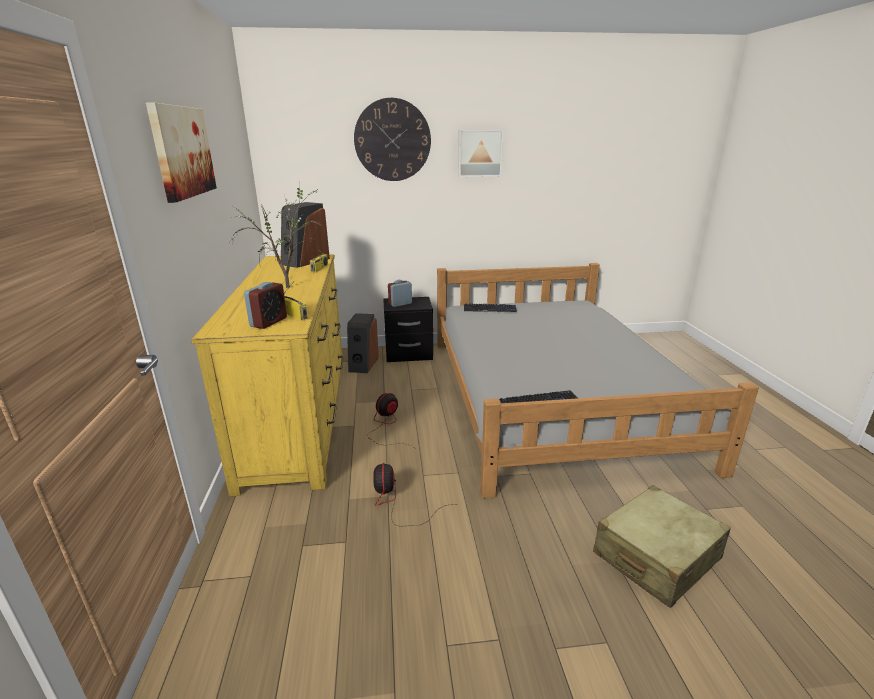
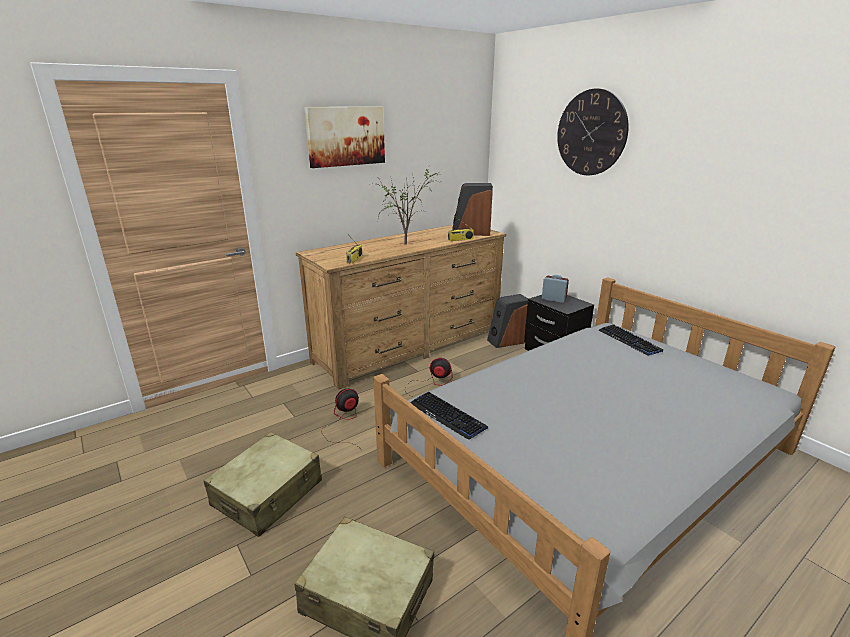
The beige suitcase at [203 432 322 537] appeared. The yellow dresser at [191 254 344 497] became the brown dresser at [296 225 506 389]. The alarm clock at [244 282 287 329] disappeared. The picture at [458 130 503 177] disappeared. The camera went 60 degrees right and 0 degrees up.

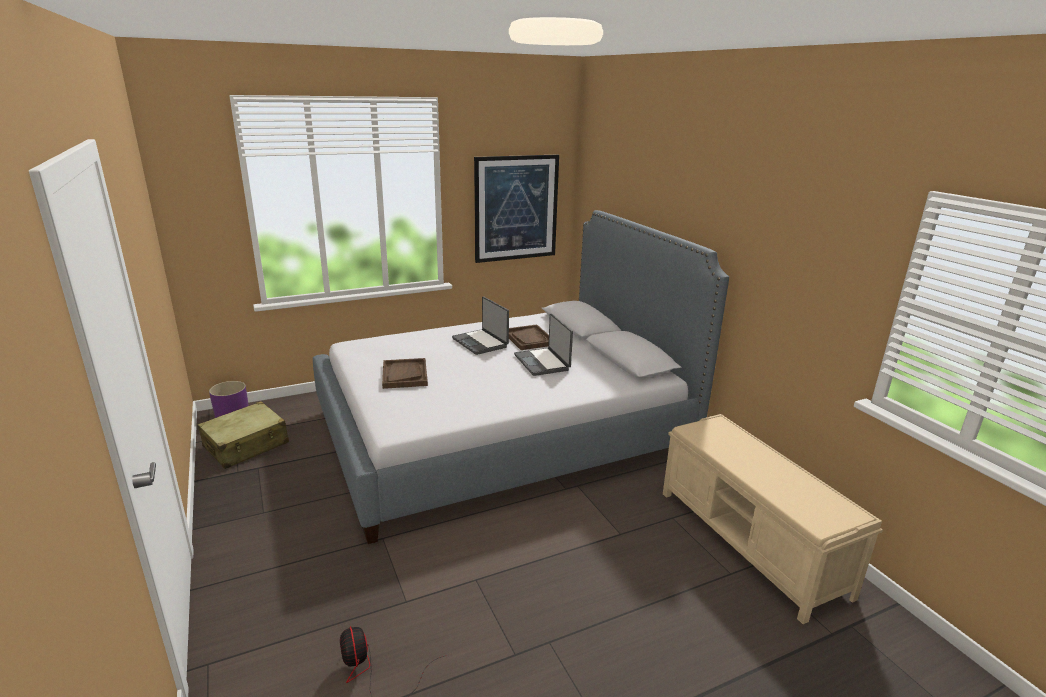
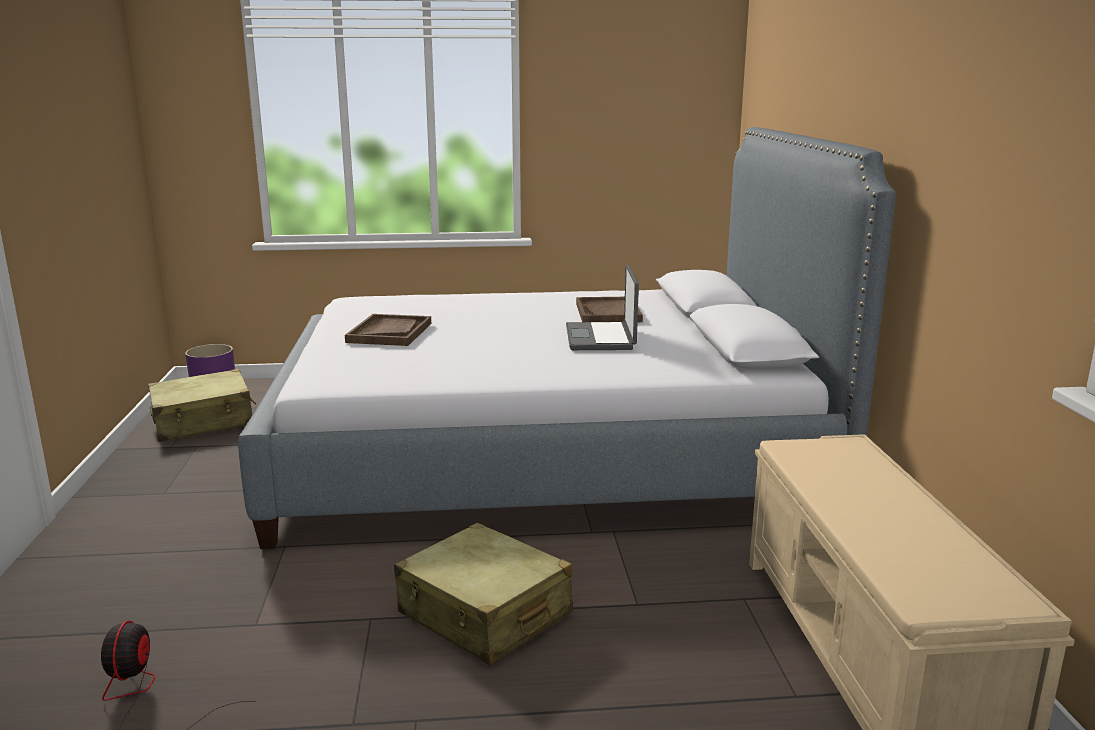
The beige suitcase at [394 523 573 665] appeared. The laptop at [452 296 509 355] disappeared. The picture at [474 154 559 263] disappeared. The camera went 20 degrees right and 5 degrees down.

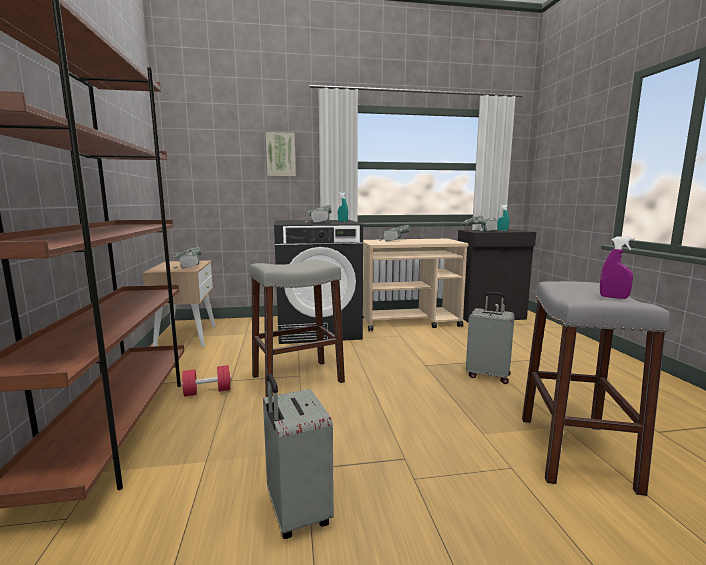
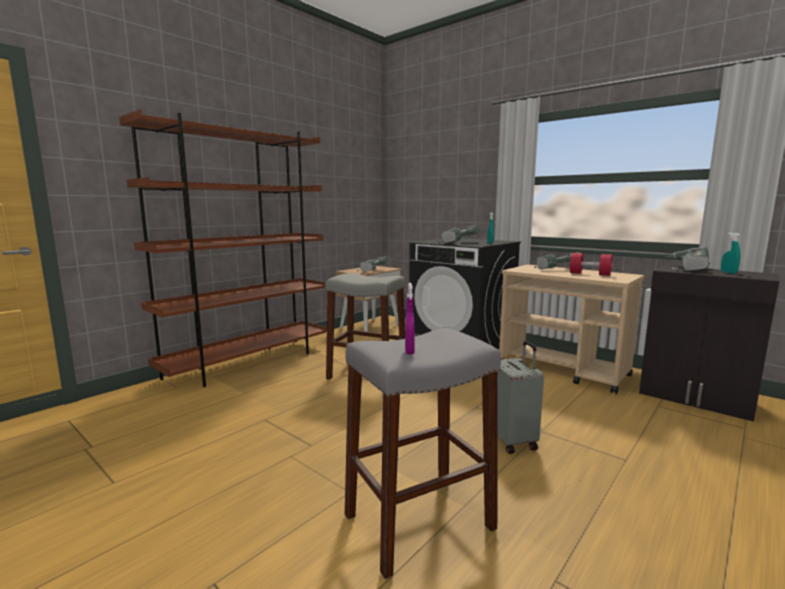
The red dumbbell moved from [181 365 232 397] to [570 253 613 276]. The grey suitcase at [263 374 334 539] disappeared. The picture at [266 132 296 176] disappeared. The camera went 50 degrees right and 0 degrees up.

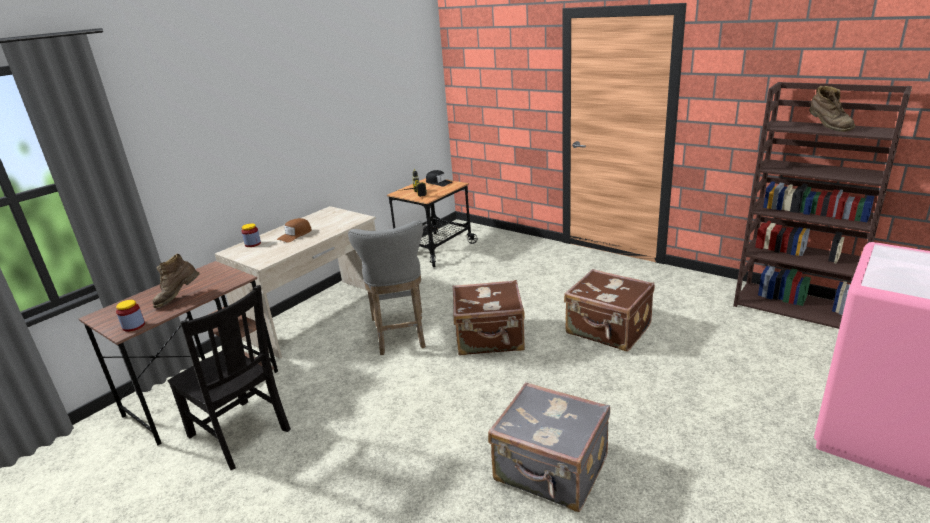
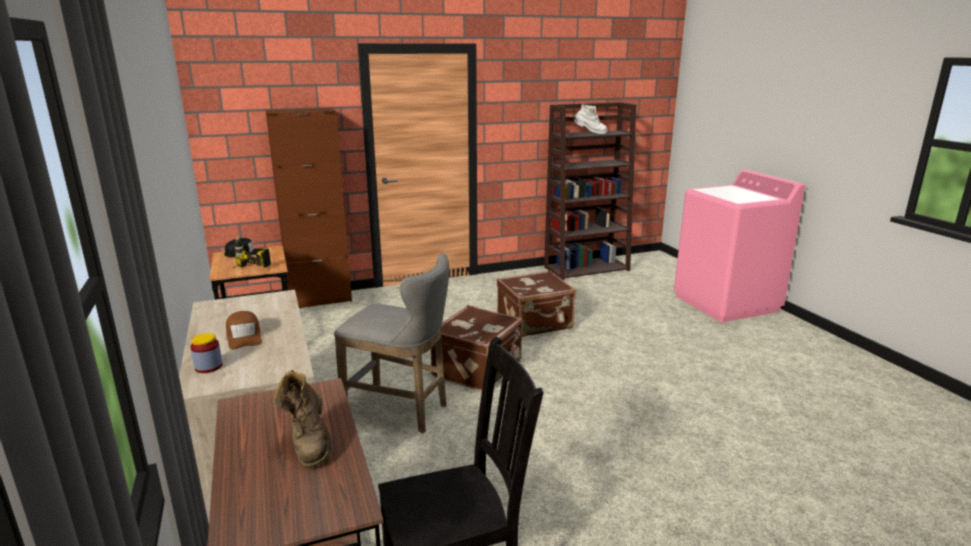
The brown cabinet at [265 108 352 308] appeared. The brown boot at [809 86 855 132] became the white boot at [574 105 607 134]. The jar at [116 300 145 332] disappeared. The grey suitcase at [488 382 610 512] disappeared. The camera went 60 degrees left and 5 degrees down.

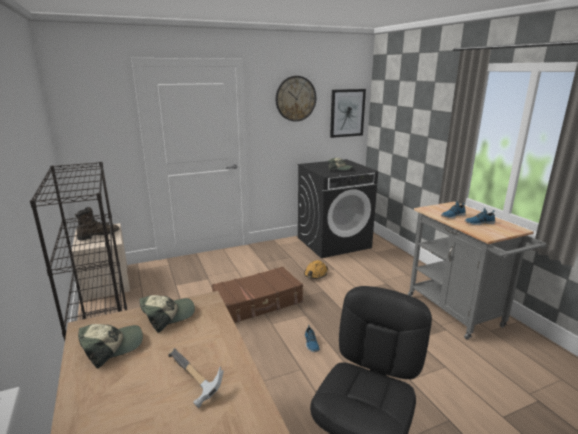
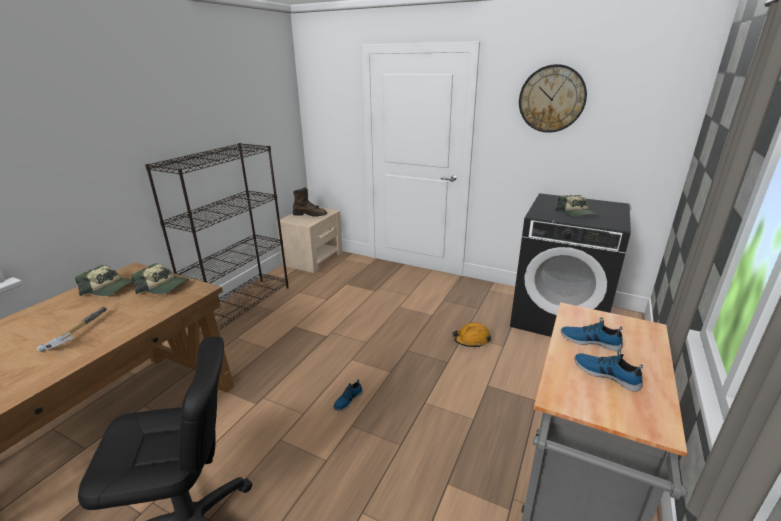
The brown suitcase at [212 266 303 323] disappeared. The picture at [330 89 366 138] disappeared. The camera went 50 degrees right and 5 degrees up.

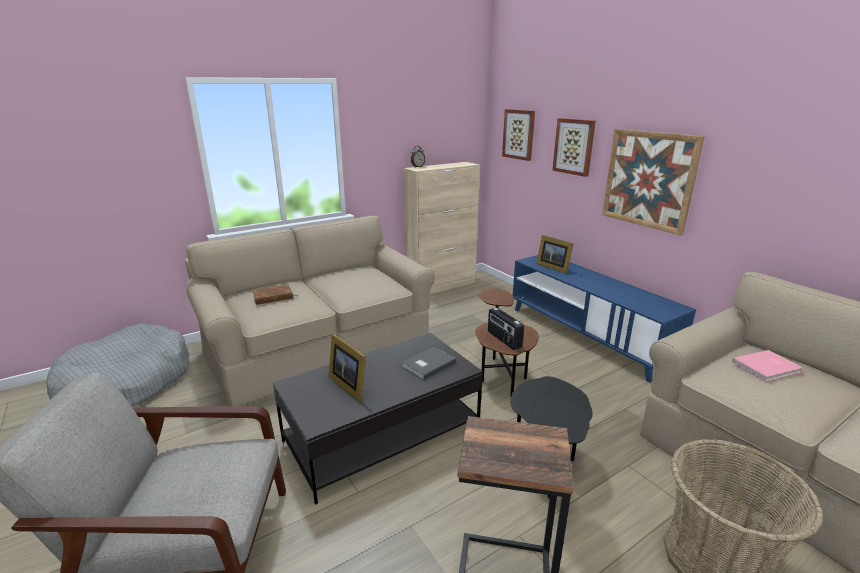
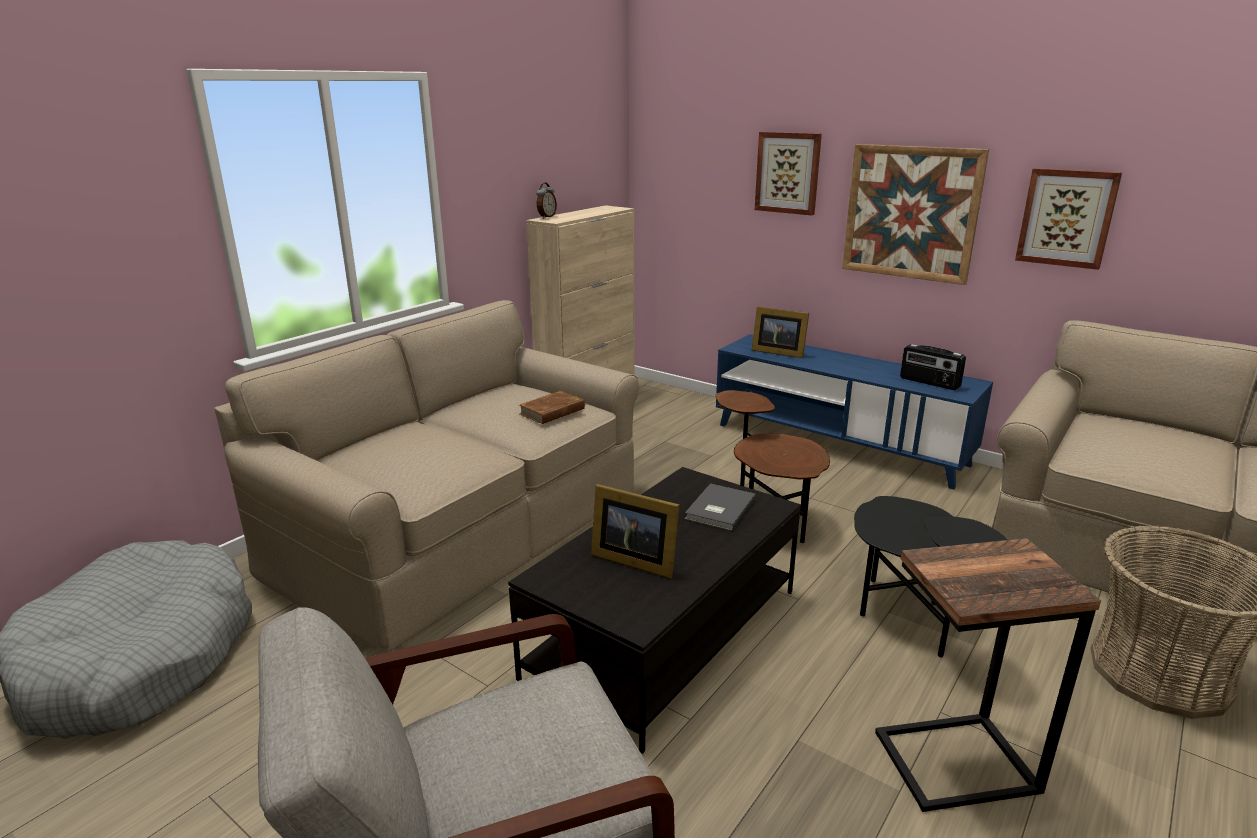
The brown book moved from [253 284 298 305] to [519 391 587 424]. The radio moved from [488 307 524 350] to [900 344 966 390]. The picture moved from [502 109 535 161] to [1015 168 1122 270]. The pink book at [732 350 803 382] disappeared. The camera went 20 degrees left and 0 degrees up.

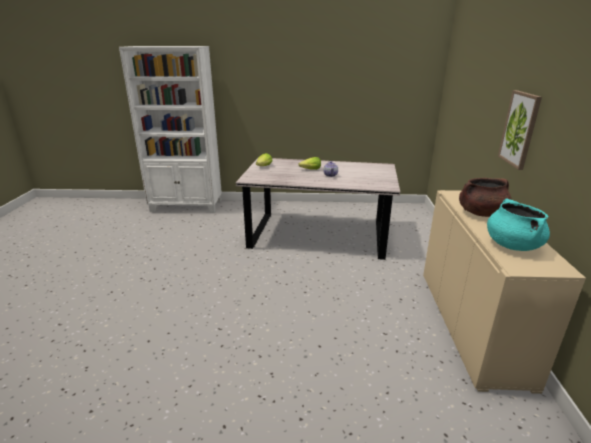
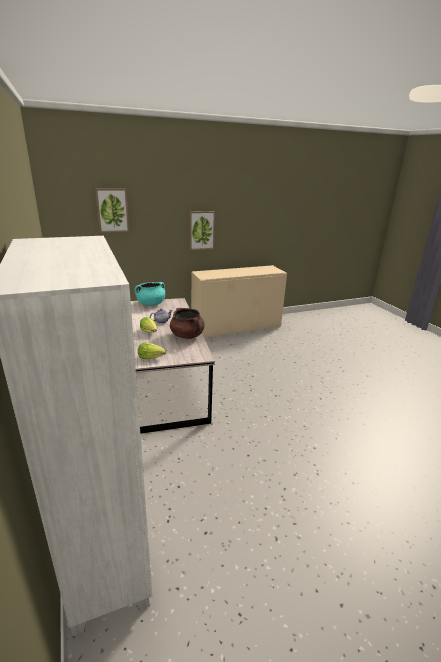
The picture at [95 188 129 233] appeared. The turquoise cooking pot moved from [487 198 550 251] to [135 282 165 306]. The brown cooking pot moved from [459 178 511 217] to [170 308 205 339]. The camera went 115 degrees left and 0 degrees up.

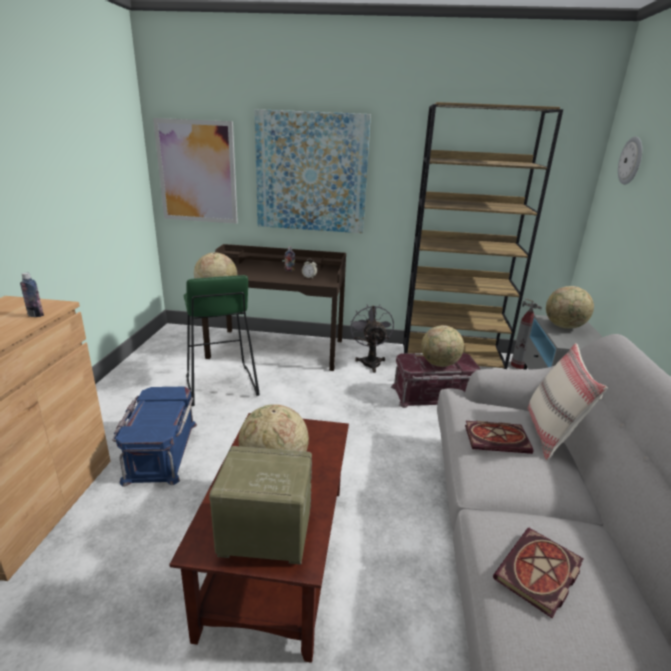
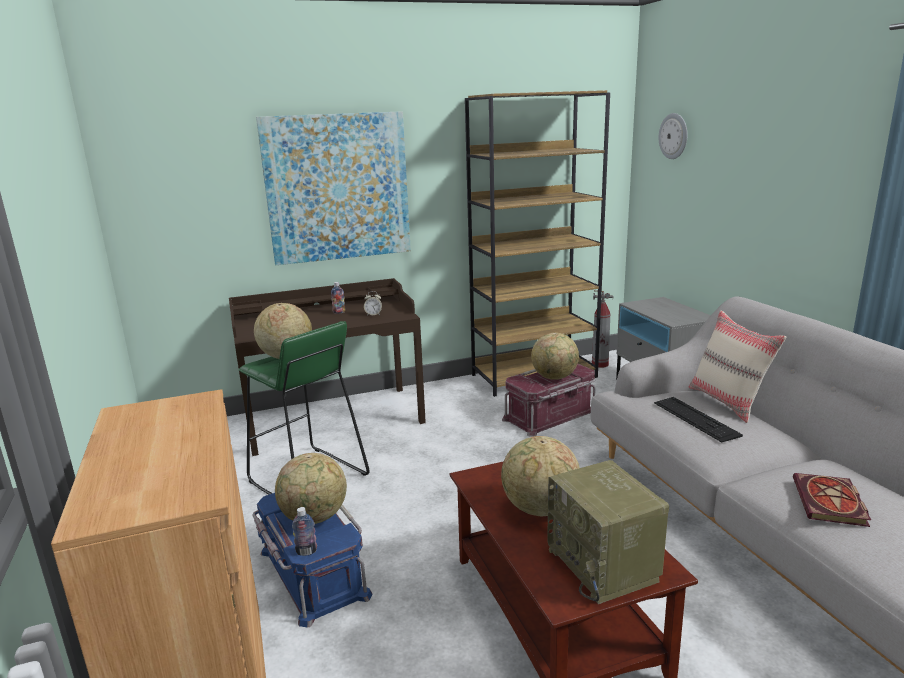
The globe moved from [546 286 594 329] to [275 453 347 524]. The bottle moved from [20 273 44 317] to [292 507 317 556]. The radio at [209 446 312 565] turned 90 degrees counterclockwise. The book at [465 421 533 454] was replaced by the keyboard at [654 397 743 442]. The picture at [153 118 238 224] disappeared. The grey fan at [350 304 394 373] disappeared. The camera went 25 degrees left and 5 degrees down.

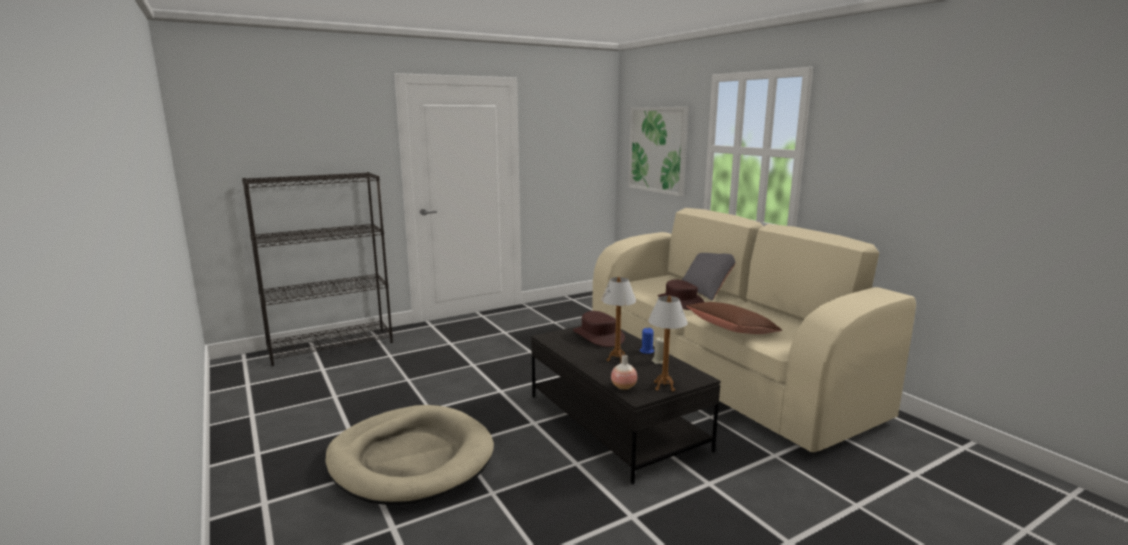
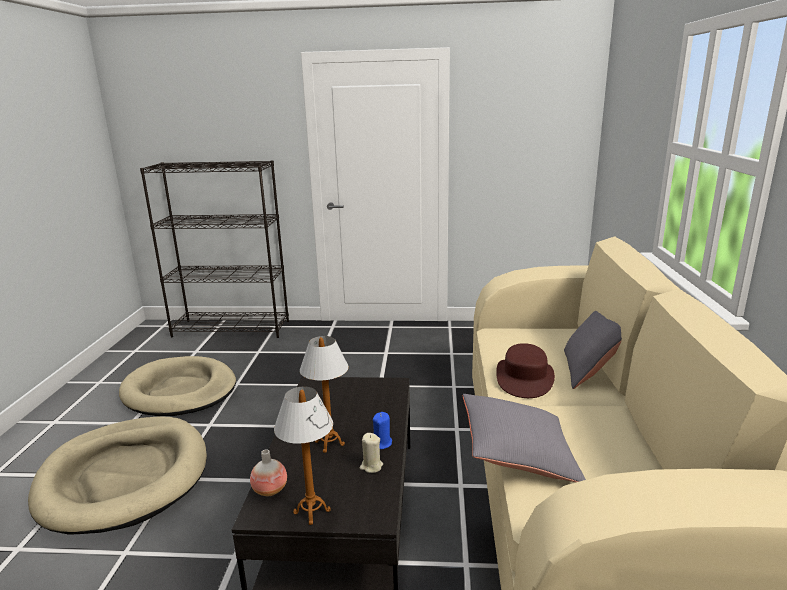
The beige dog bed at [119 356 236 416] appeared. The brown pillow at [686 302 782 334] became the grey pillow at [463 394 586 482]. The brown hat at [573 311 625 347] disappeared. The picture at [628 107 689 197] disappeared. The camera went 35 degrees right and 5 degrees up.

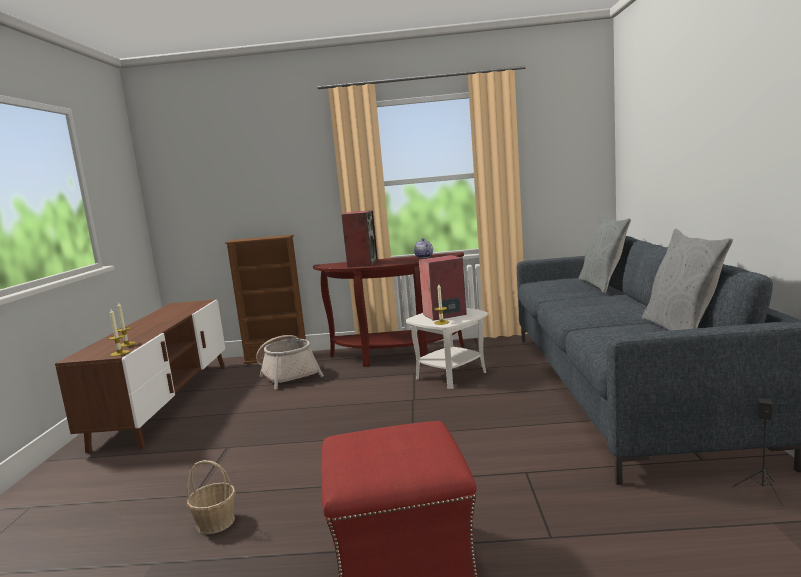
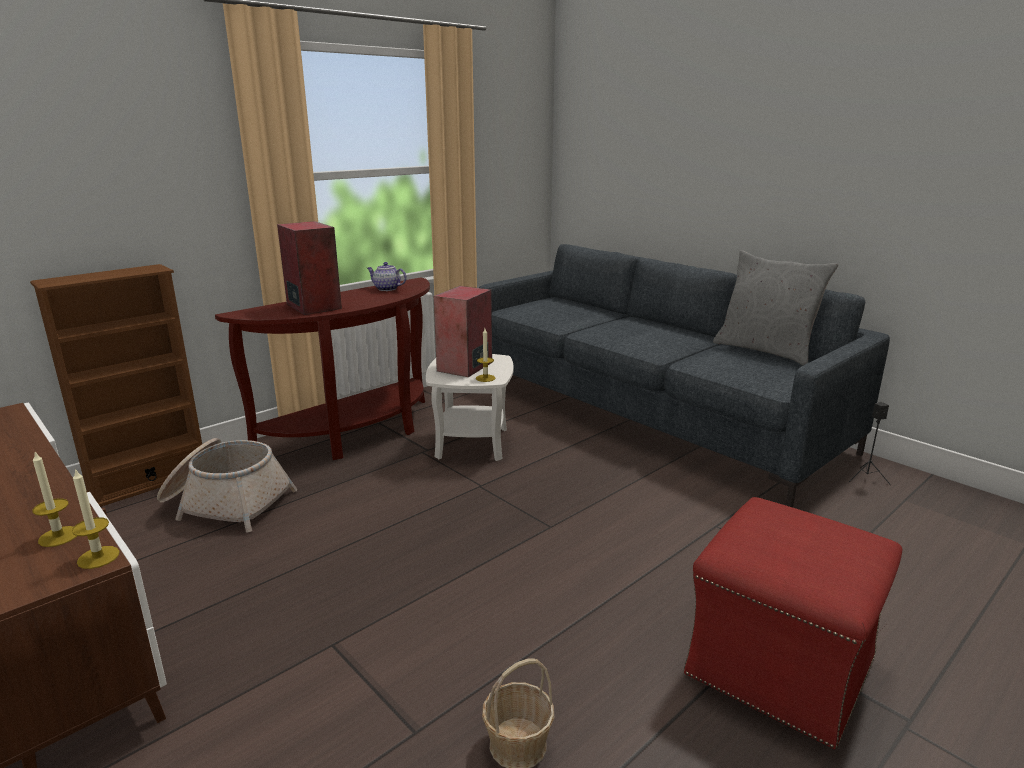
The grey pillow at [579 214 631 294] disappeared. The camera went 45 degrees left and 10 degrees up.

